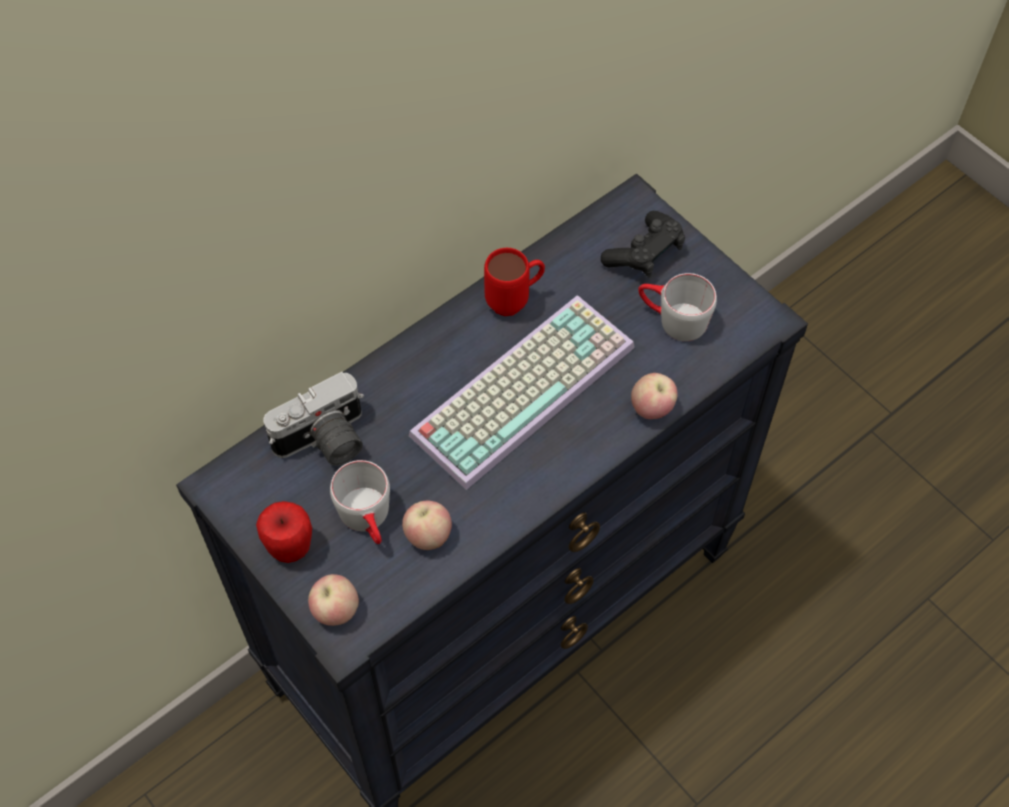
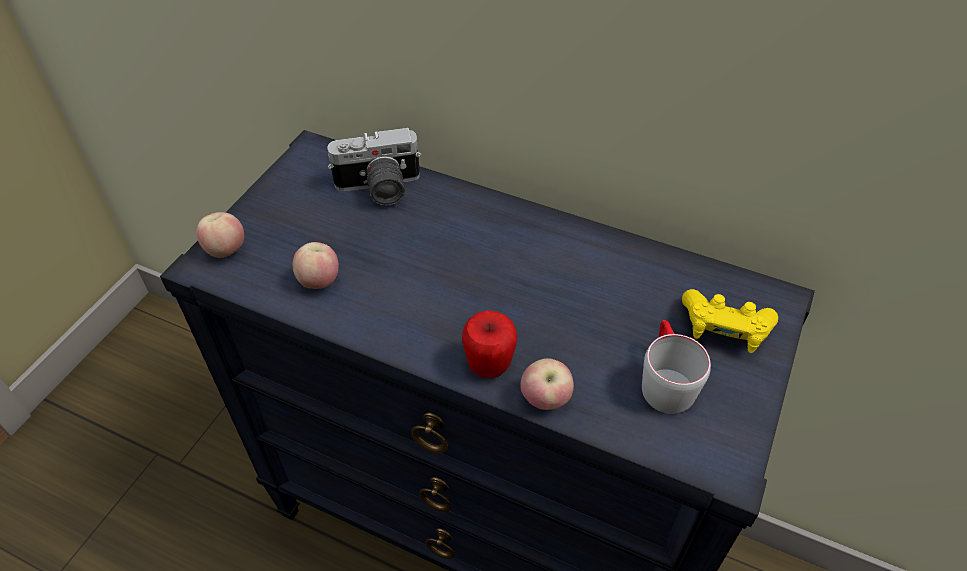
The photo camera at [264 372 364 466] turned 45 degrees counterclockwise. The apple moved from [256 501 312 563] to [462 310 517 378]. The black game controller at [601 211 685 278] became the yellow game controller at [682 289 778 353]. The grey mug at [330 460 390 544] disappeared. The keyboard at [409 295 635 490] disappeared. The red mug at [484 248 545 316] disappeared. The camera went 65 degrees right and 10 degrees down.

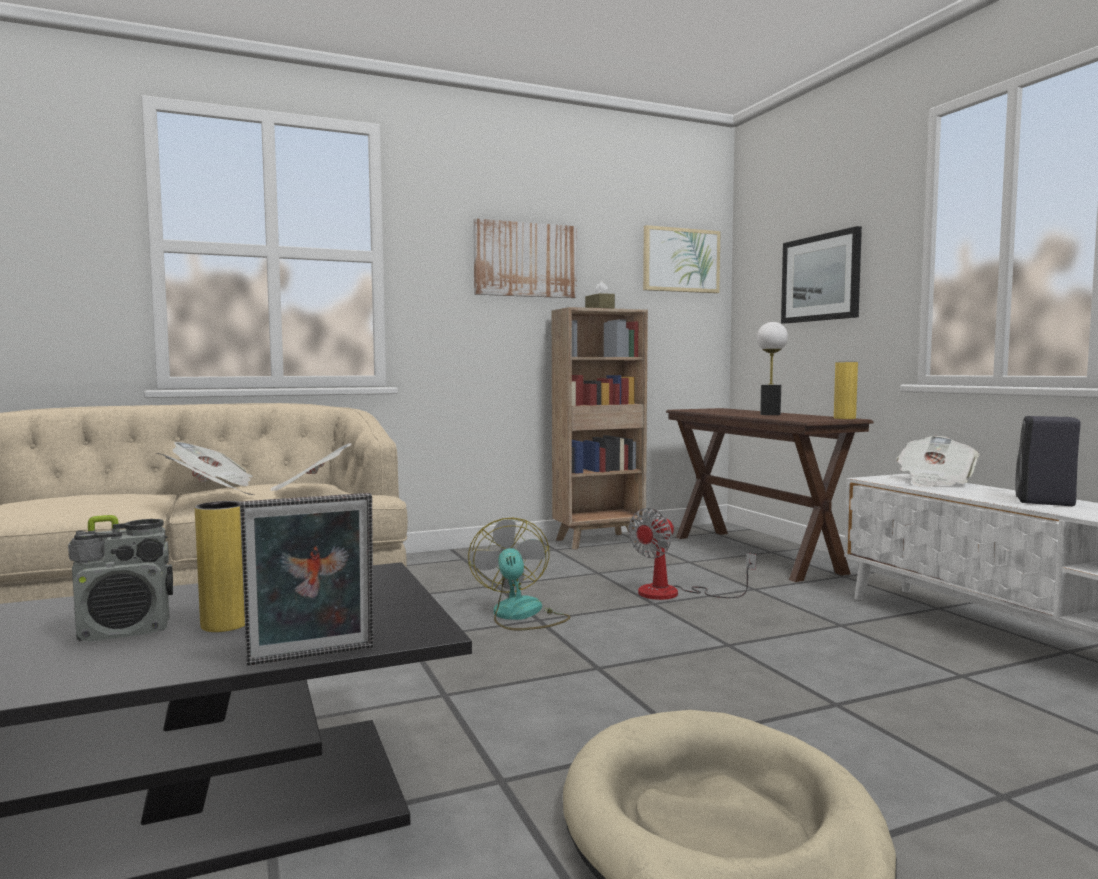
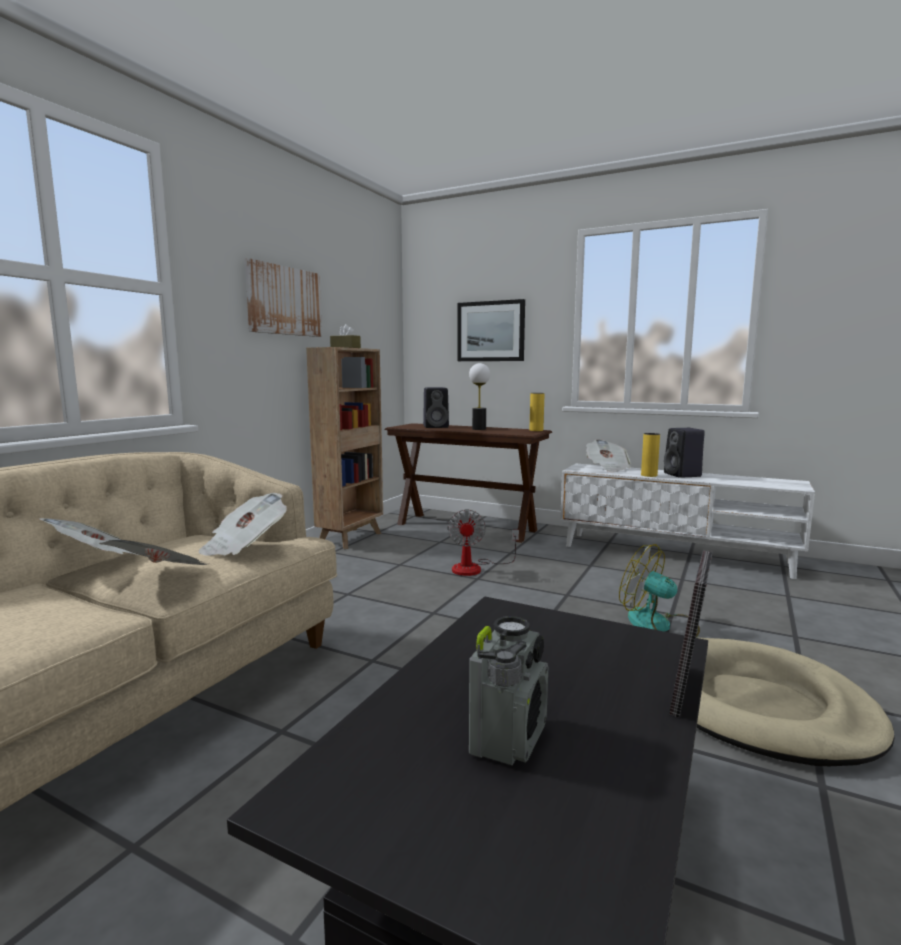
The black speaker at [423 387 449 428] appeared. The fan moved from [468 518 571 630] to [619 544 700 638]. The yellow vase moved from [195 501 245 632] to [641 433 660 477]. The picture at [643 225 720 293] disappeared. The camera went 40 degrees left and 5 degrees up.

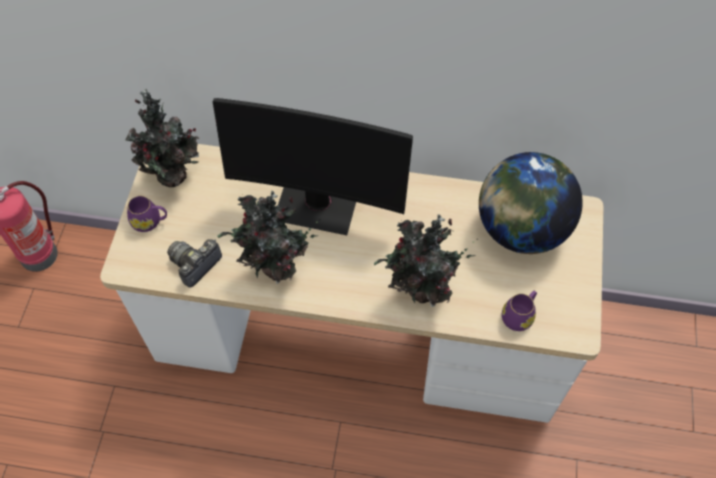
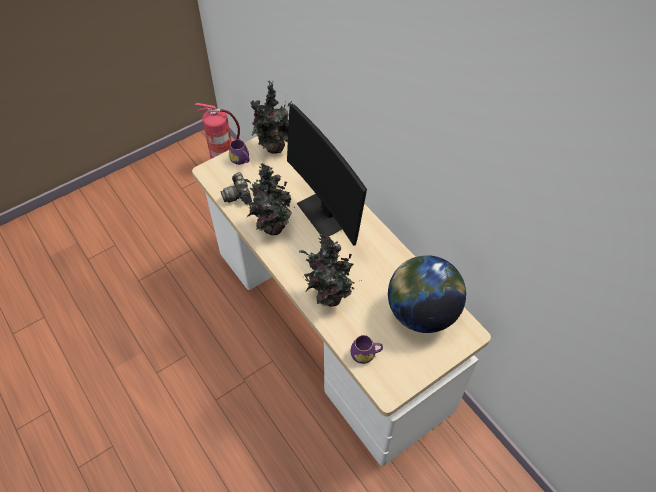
The photo camera at [167 240 222 288] turned 105 degrees counterclockwise. The camera went 45 degrees right and 5 degrees down.

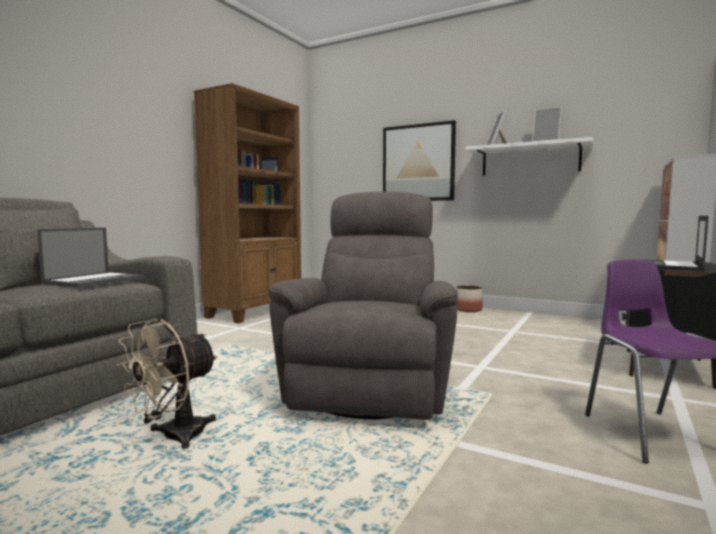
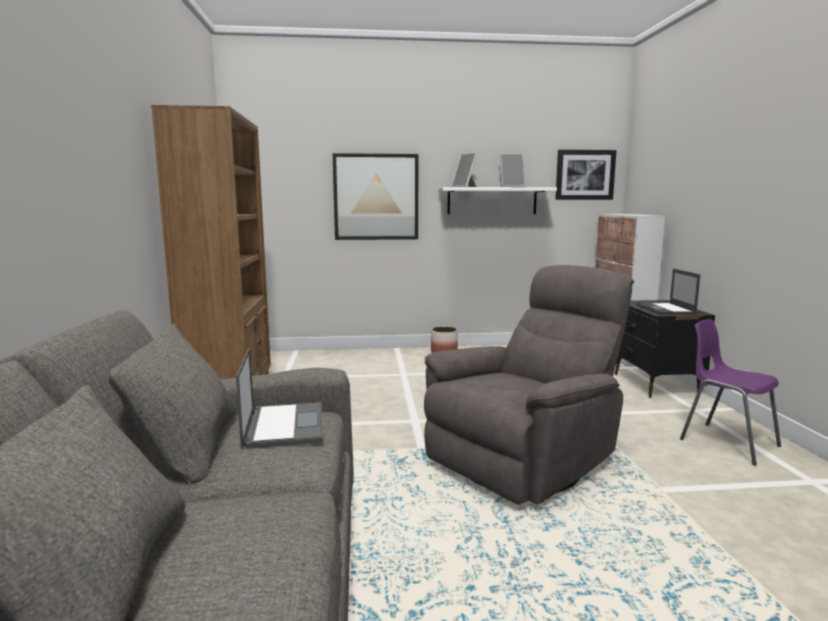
The grey armchair at [269 192 458 420] turned 75 degrees clockwise. The picture at [555 150 617 200] appeared. The beige fan at [117 318 218 449] disappeared. The camera went 35 degrees left and 5 degrees up.

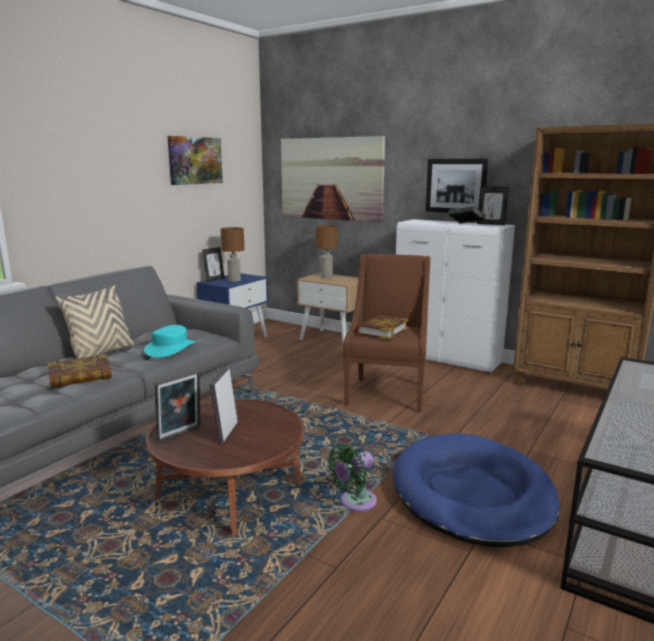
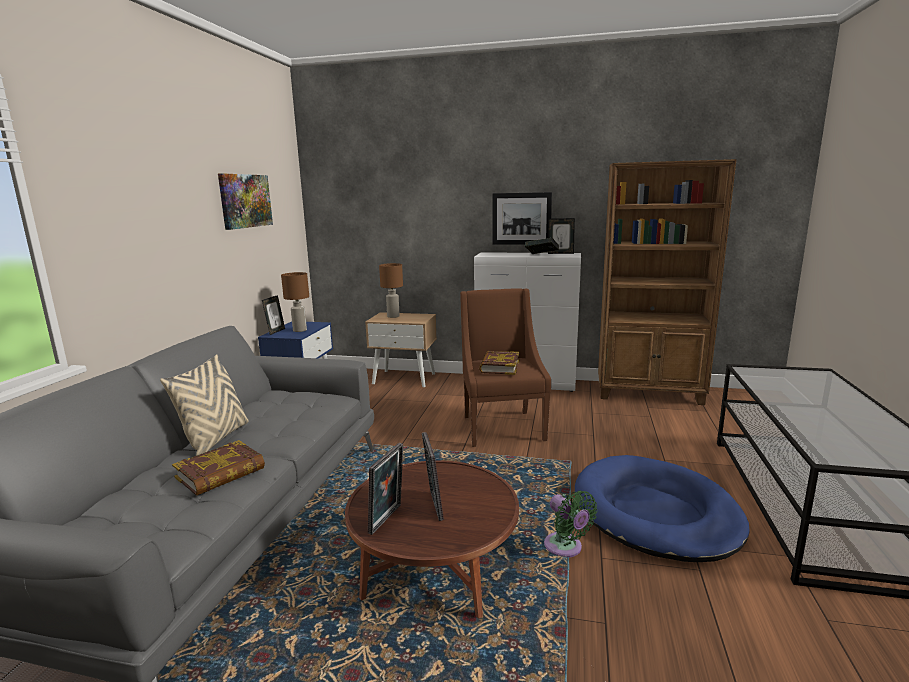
The green fan at [328 444 377 512] turned 60 degrees counterclockwise. The turquoise hat at [144 325 196 358] disappeared. The picture at [281 136 385 223] disappeared. The camera went 20 degrees left and 0 degrees up.

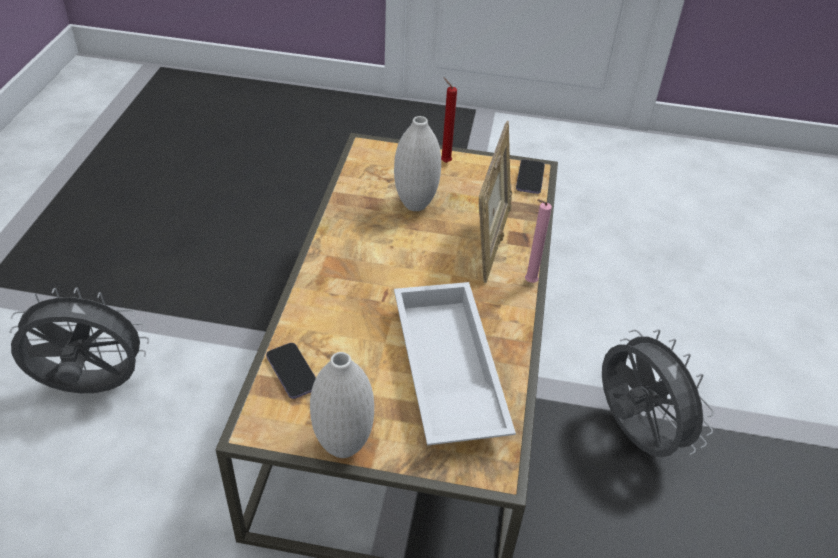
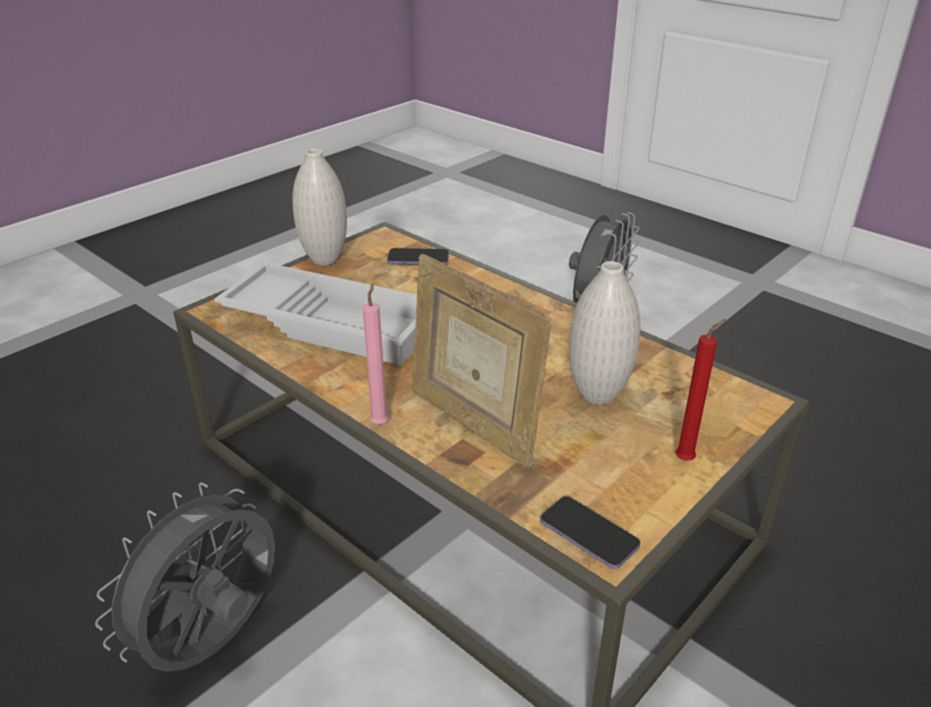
The grey fan at [602 329 714 457] turned 120 degrees clockwise. The camera went 125 degrees right and 10 degrees down.

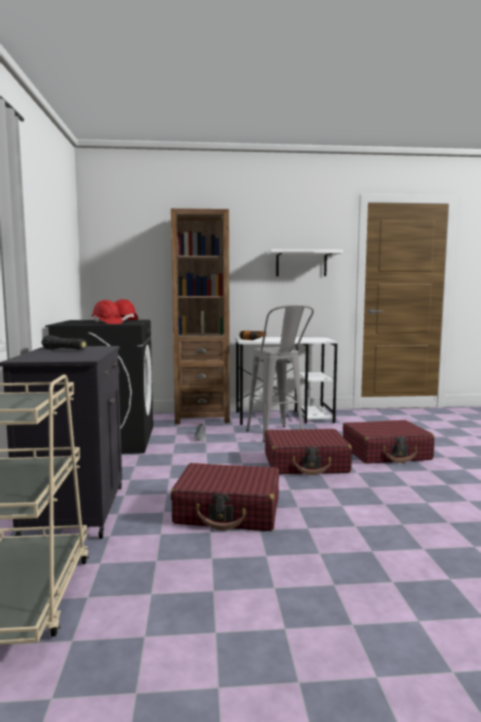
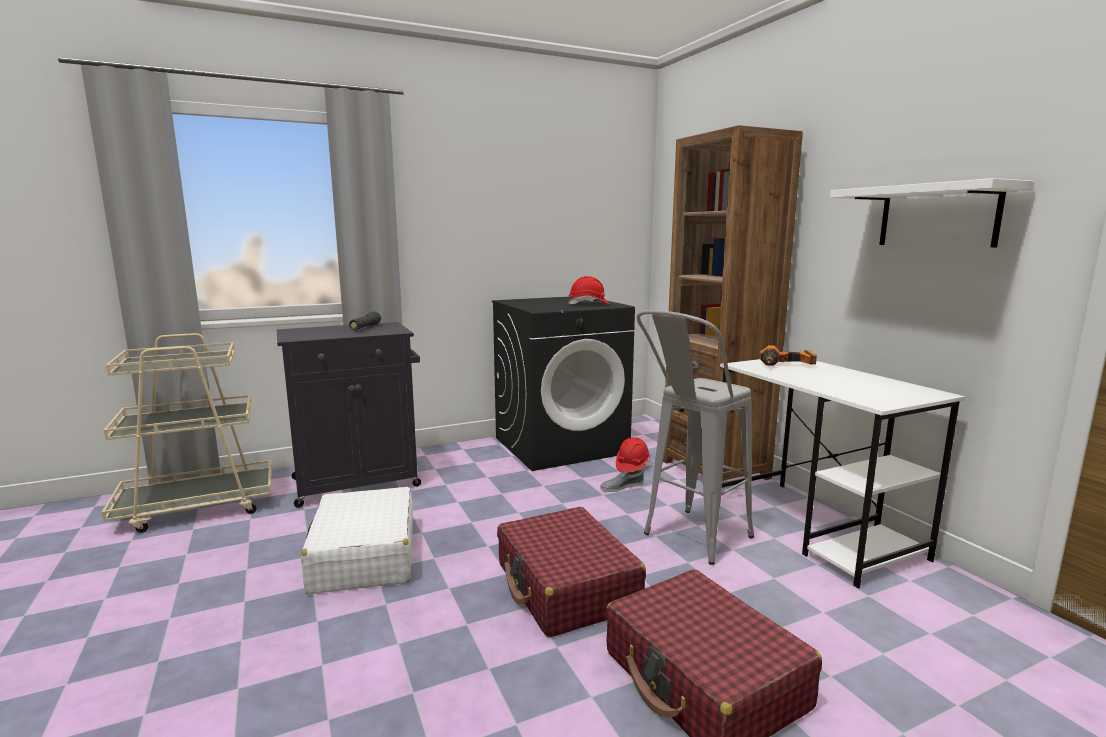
The red suitcase at [171 463 279 531] became the white suitcase at [301 487 413 594]. The red hard hat moved from [91 300 123 324] to [616 437 650 472]. The camera went 70 degrees right and 5 degrees up.

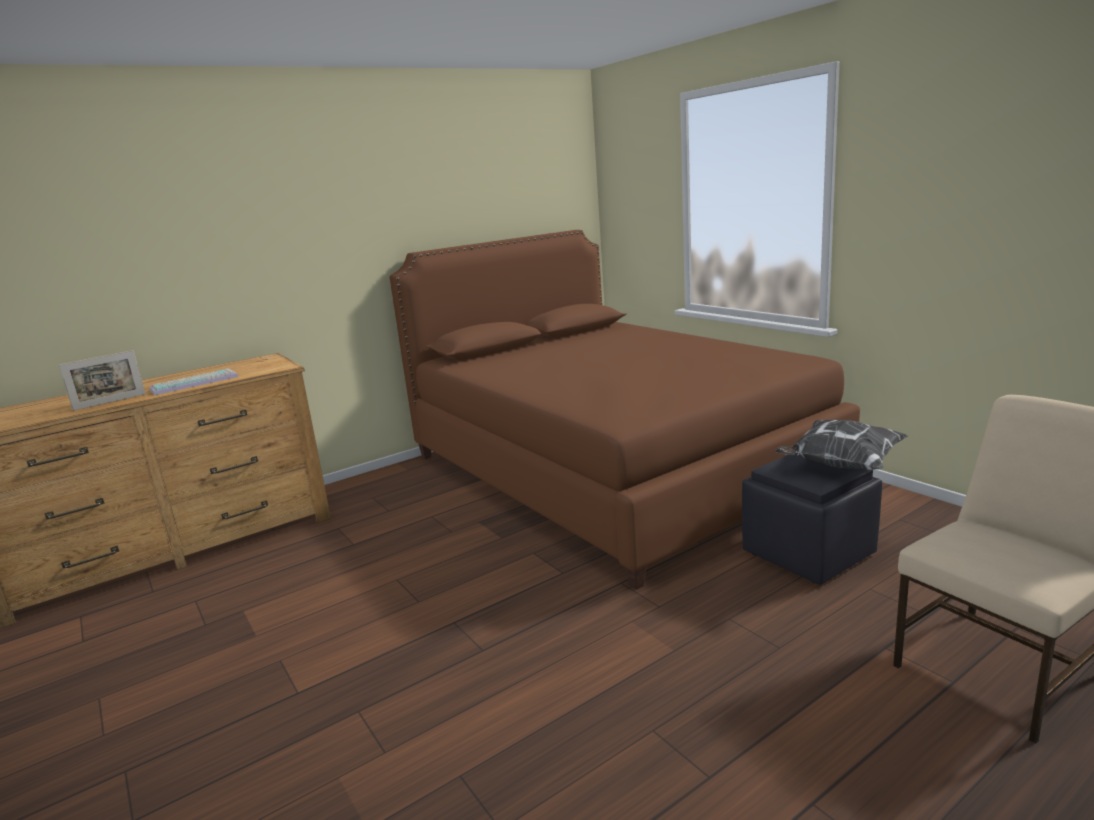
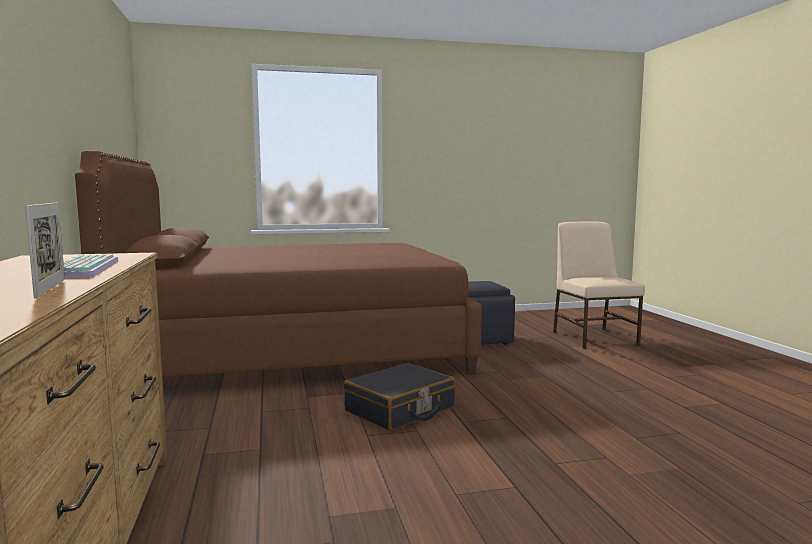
The black suitcase at [344 363 455 431] appeared. The pillow at [775 420 908 470] disappeared. The camera went 70 degrees left and 10 degrees down.

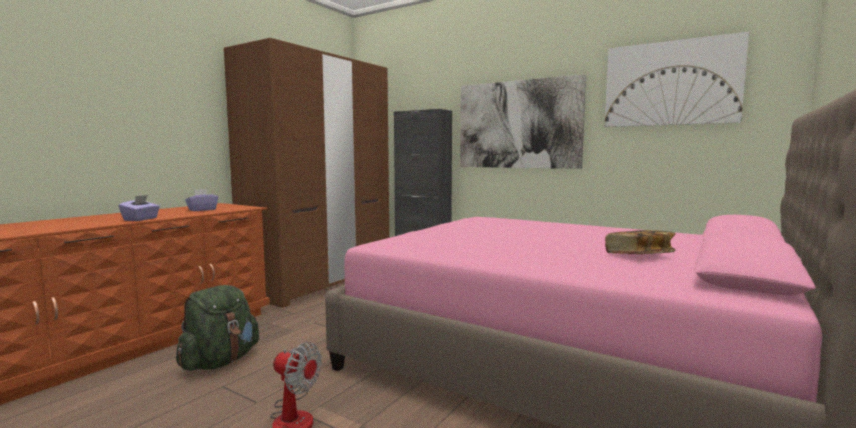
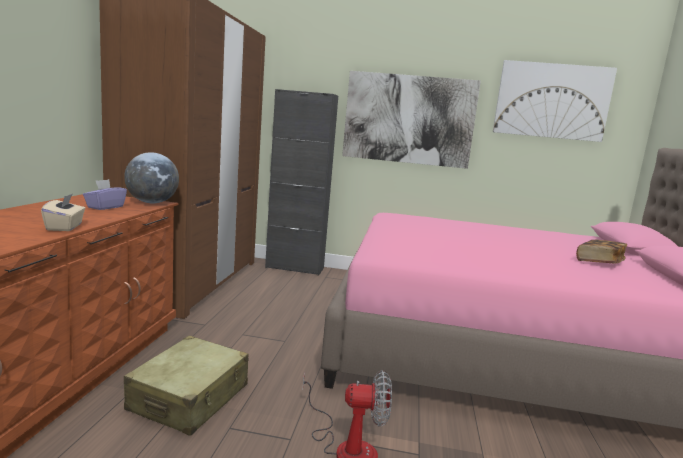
The purple tissue box at [119 195 160 221] became the beige tissue box at [41 194 85 231]. The globe at [124 152 179 203] appeared. The green backpack at [176 285 259 371] was replaced by the beige suitcase at [124 336 249 436]. The camera went 25 degrees left and 5 degrees up.

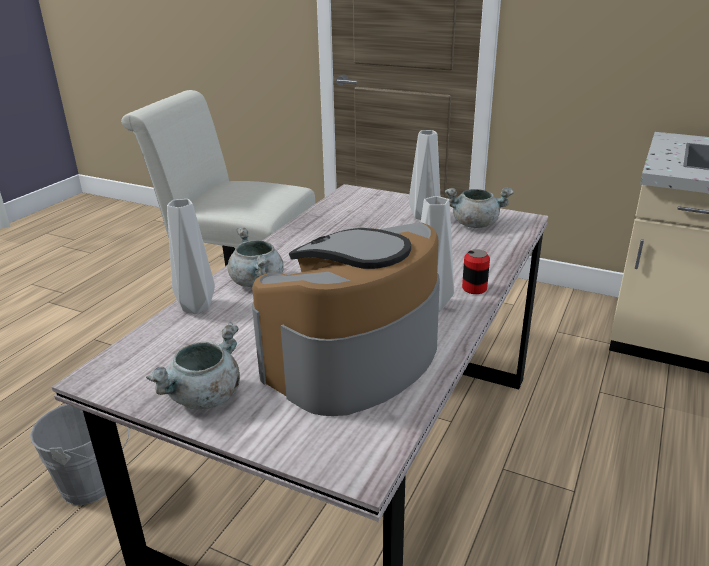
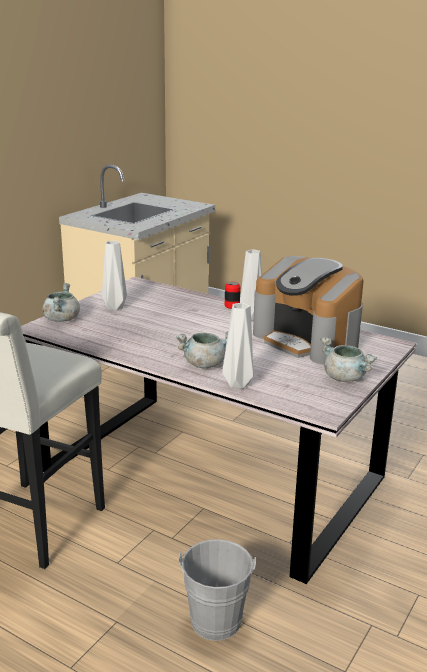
The grey cooking pot moved from [445 188 514 228] to [43 283 80 322]. The camera went 85 degrees left and 5 degrees down.

